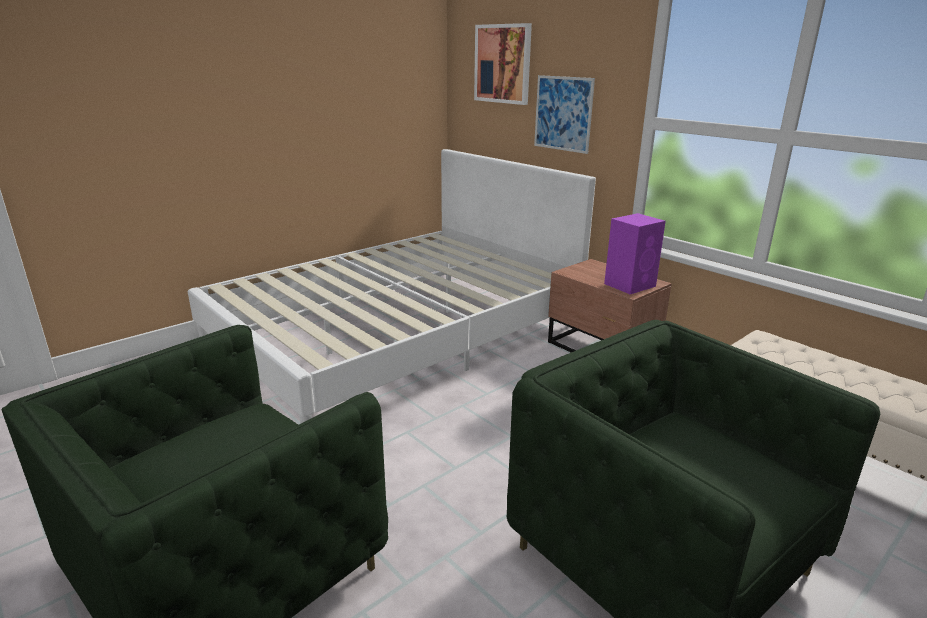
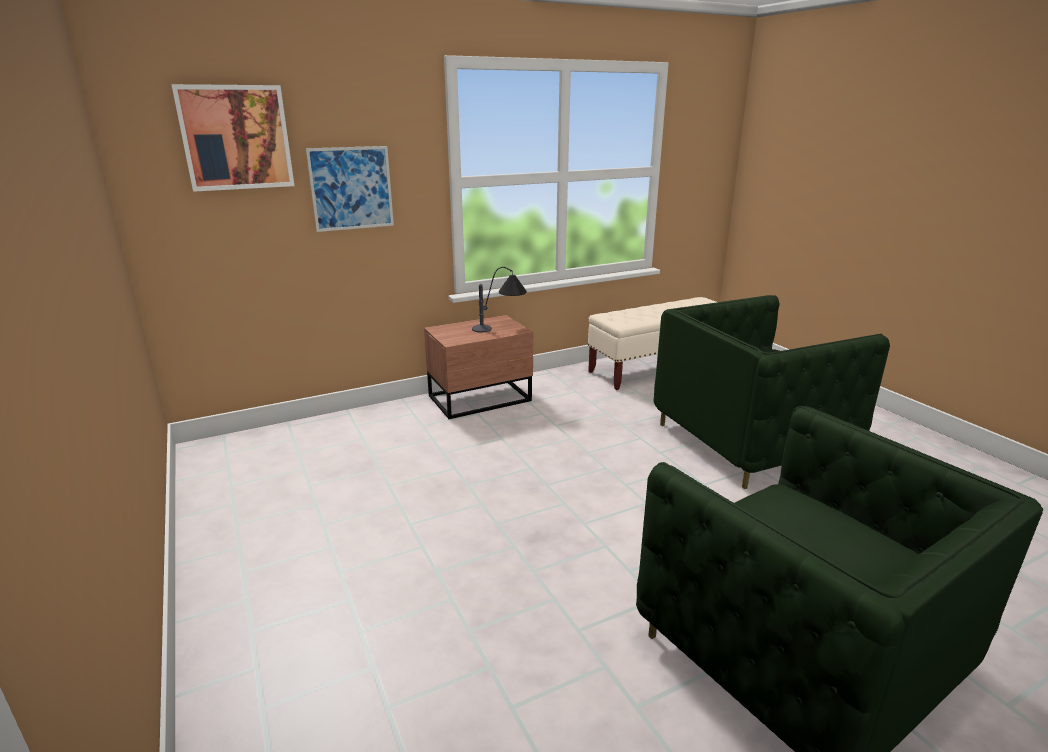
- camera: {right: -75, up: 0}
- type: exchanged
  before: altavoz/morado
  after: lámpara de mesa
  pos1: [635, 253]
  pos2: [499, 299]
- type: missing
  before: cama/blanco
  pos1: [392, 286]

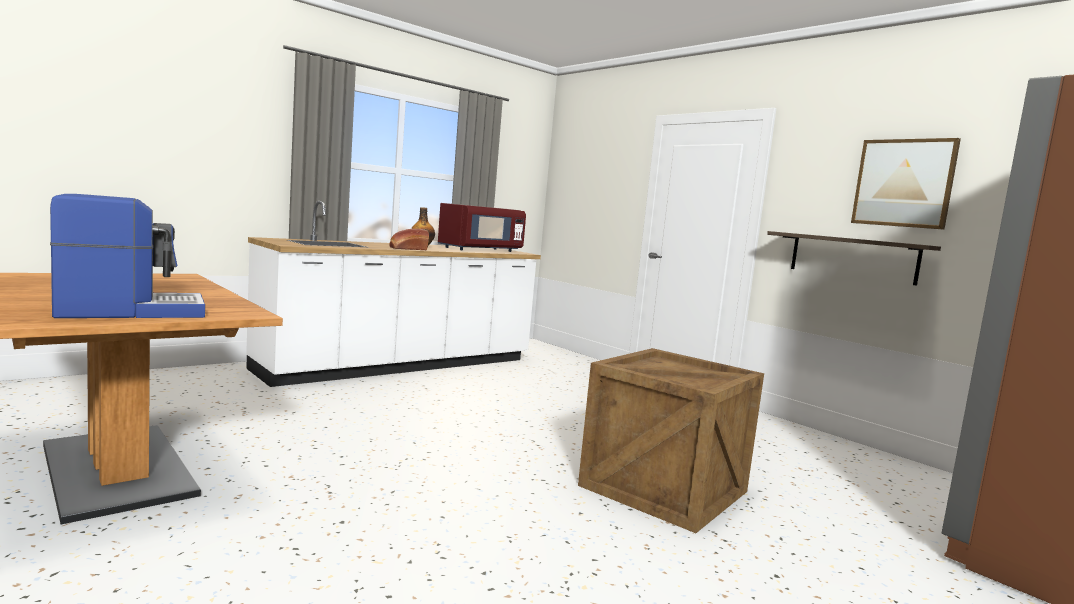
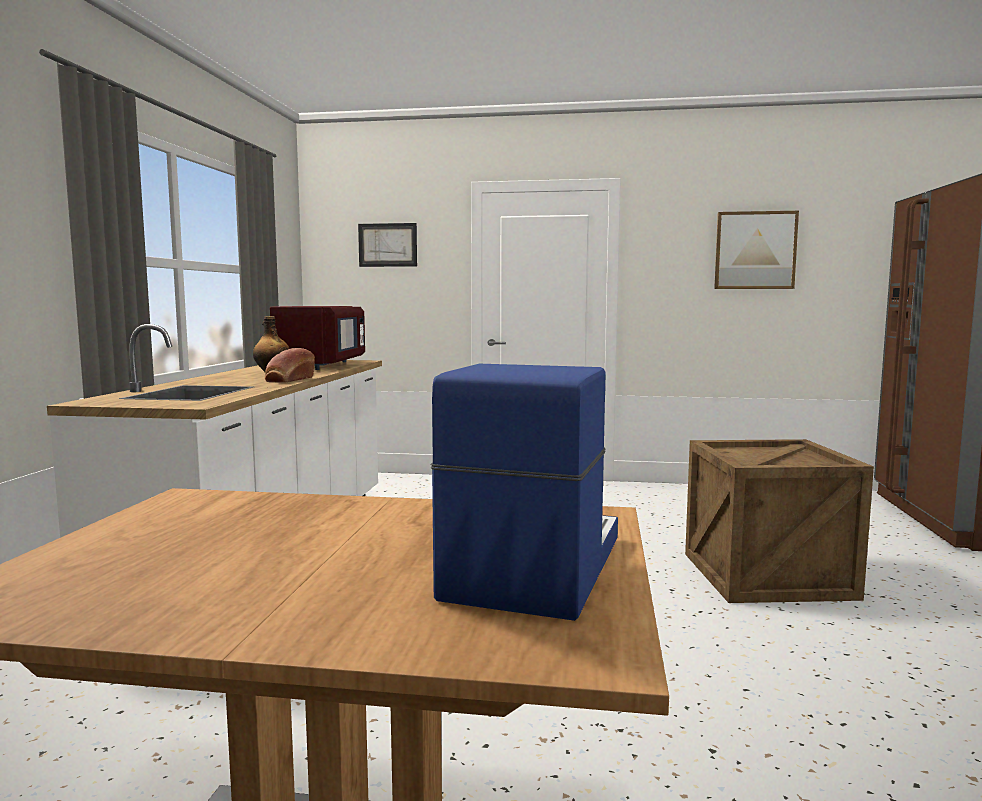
- camera: {right: -40, up: 0}
- type: appeared
  after: cuadro
  pos2: [387, 245]
- type: missing
  before: estante
  pos1: [854, 258]

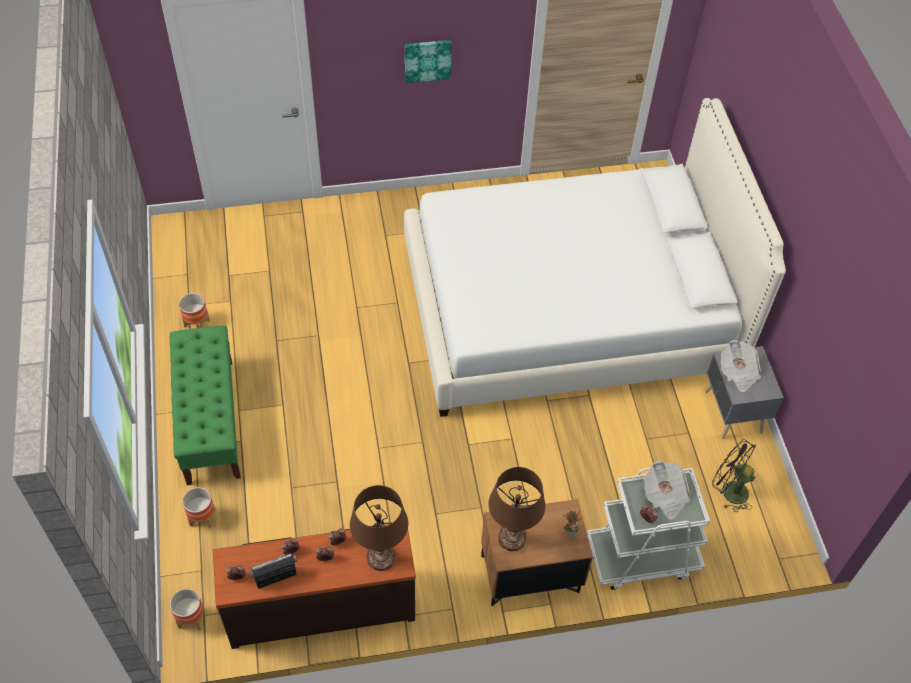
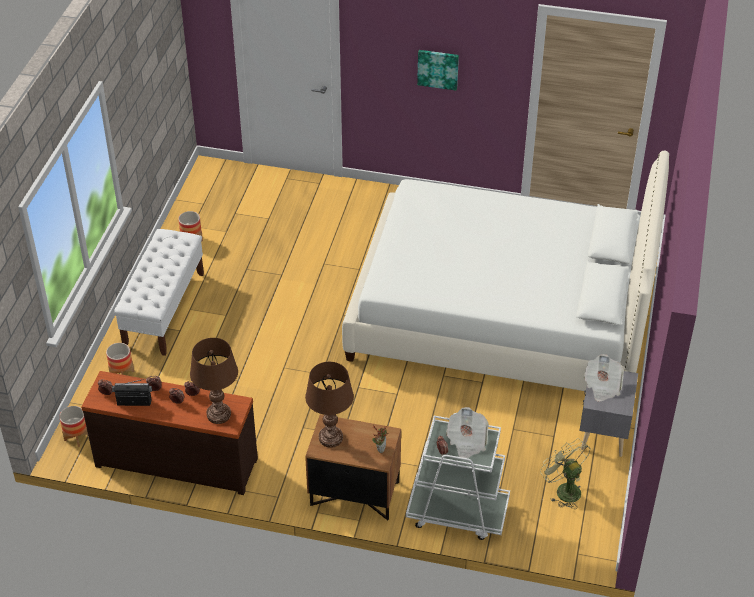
- camera: {right: 25, up: -10}
- type: colour
  before: banco/verde
  after: banco/blanco
  pos1: [205, 406]
  pos2: [159, 292]
- type: colour
  before: ventilador/negro
  after: ventilador/verde
  pos1: [734, 475]
  pos2: [565, 473]

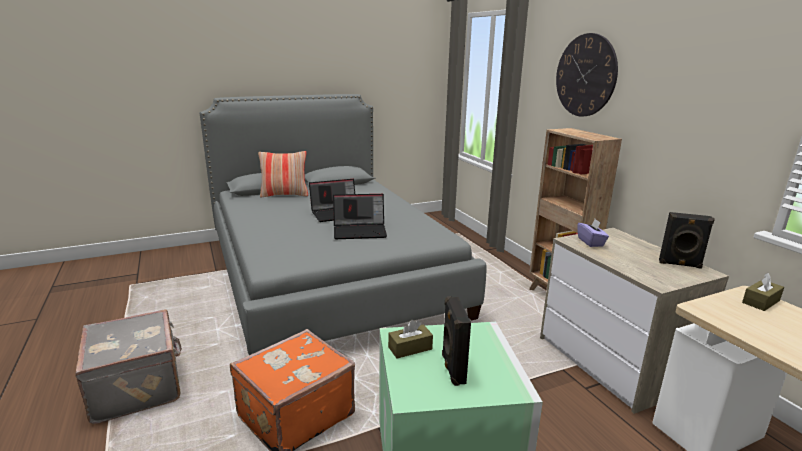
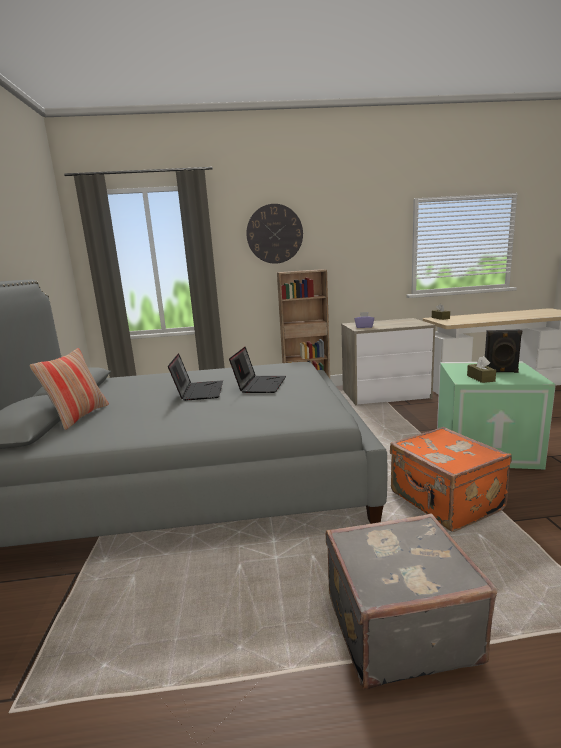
- camera: {right: -70, up: -5}
- type: missing
  before: altavoz/negro
  pos1: [687, 240]

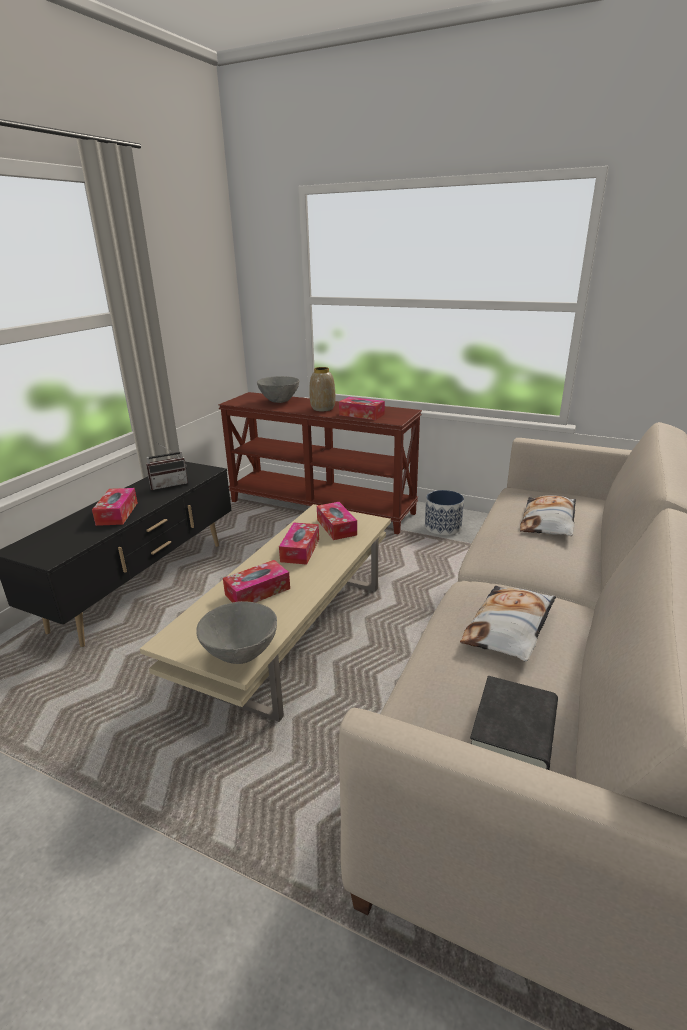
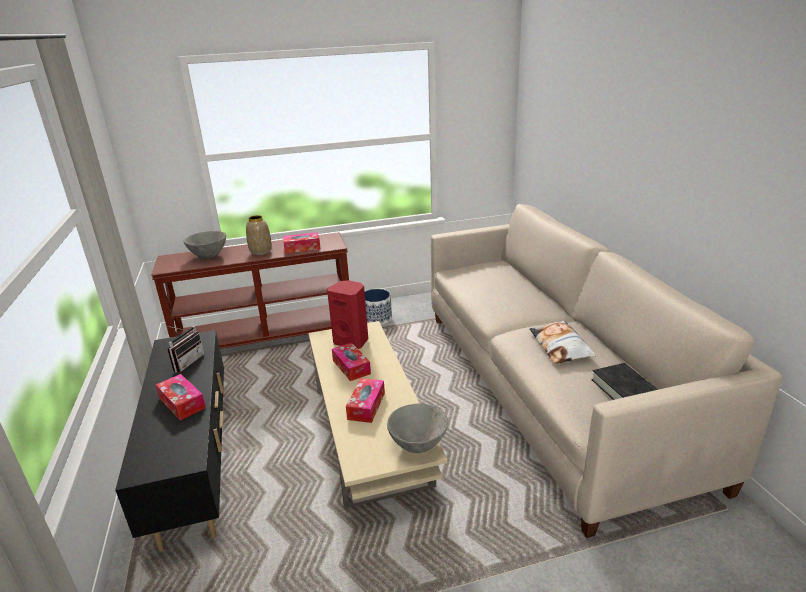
- camera: {right: -40, up: 0}
- type: exchanged
  before: caja de pañuelos
  after: altavoz/rojo
  pos1: [337, 521]
  pos2: [347, 314]
- type: missing
  before: cojín
  pos1: [548, 515]

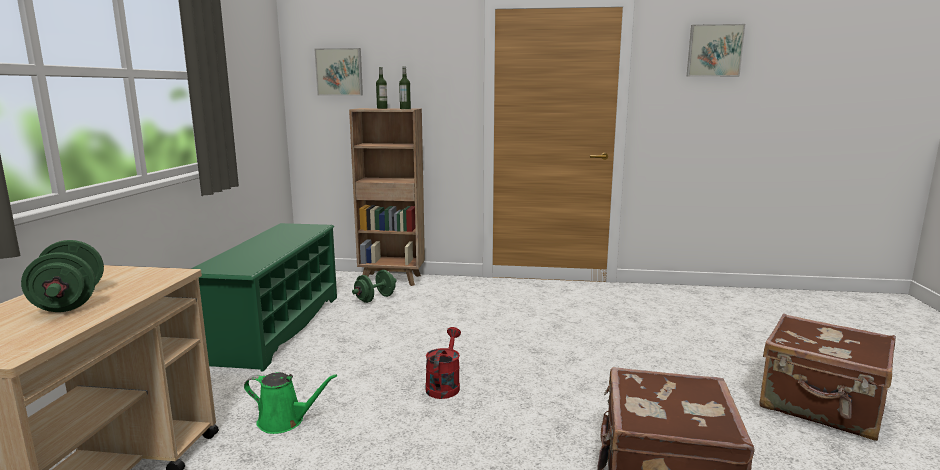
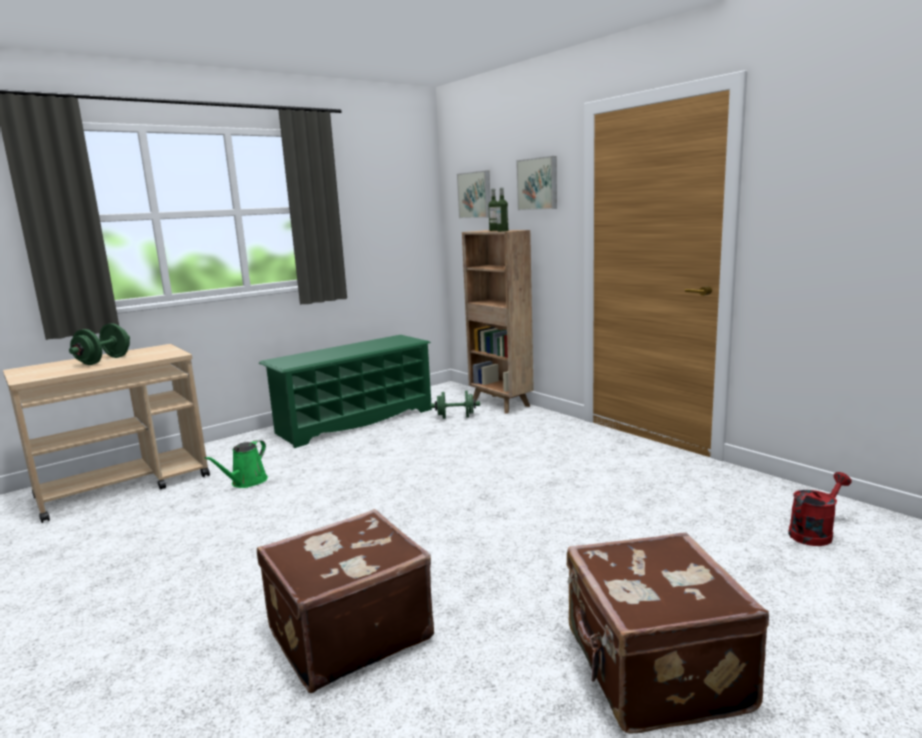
- camera: {right: 45, up: 0}
- type: spun
  before: regadera/verde
  pos1: [290, 403]
  pos2: [236, 464]
  turn: 60
- type: relocated
  before: cuadro
  pos1: [716, 50]
  pos2: [536, 183]
- type: relocated
  before: regadera/rojo
  pos1: [443, 363]
  pos2: [820, 509]

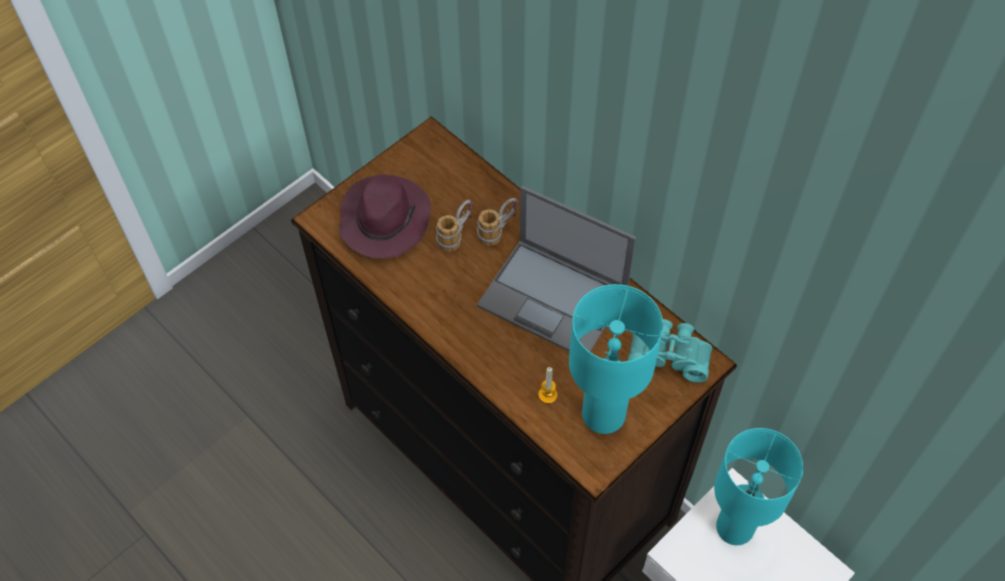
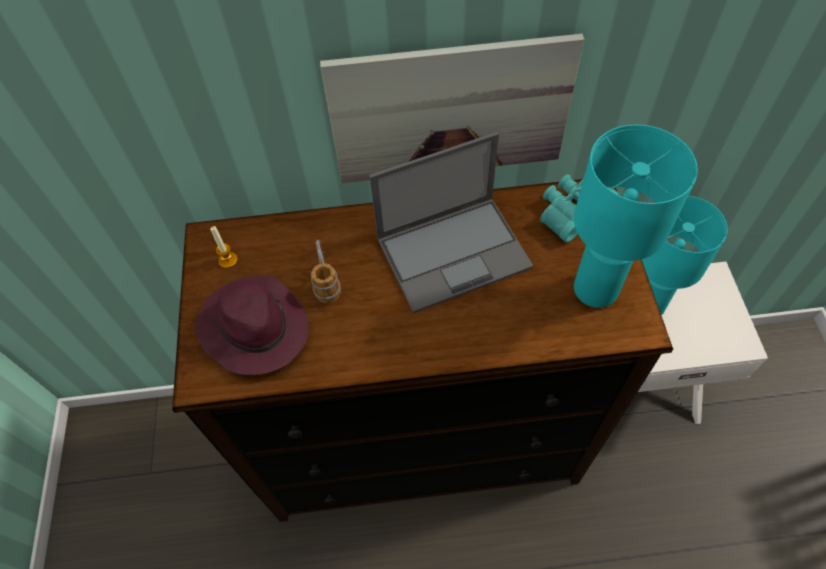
- camera: {right: -50, up: 0}
- type: relocated
  before: vela
  pos1: [548, 385]
  pos2: [224, 247]
- type: appeared
  after: cuadro
  pos2: [452, 108]
- type: missing
  before: taza grande
  pos1: [497, 222]

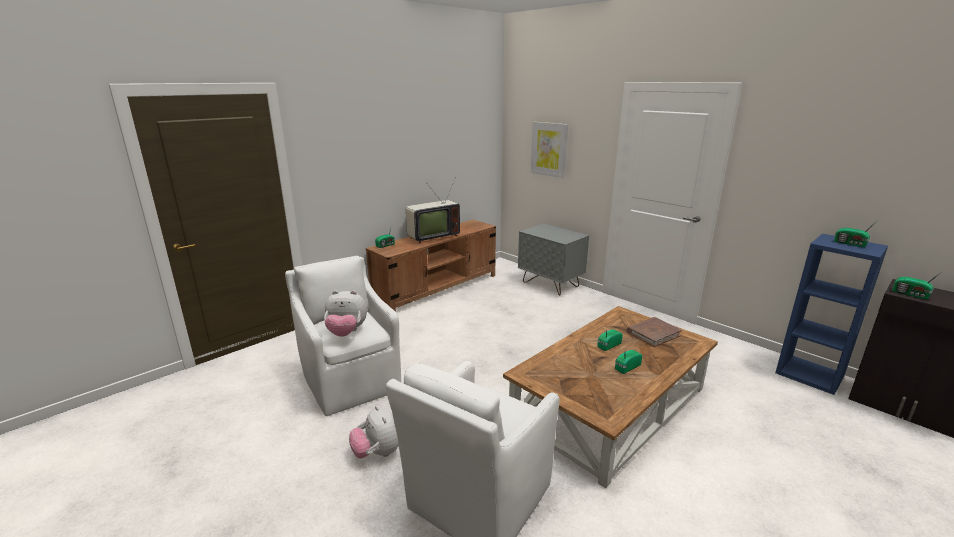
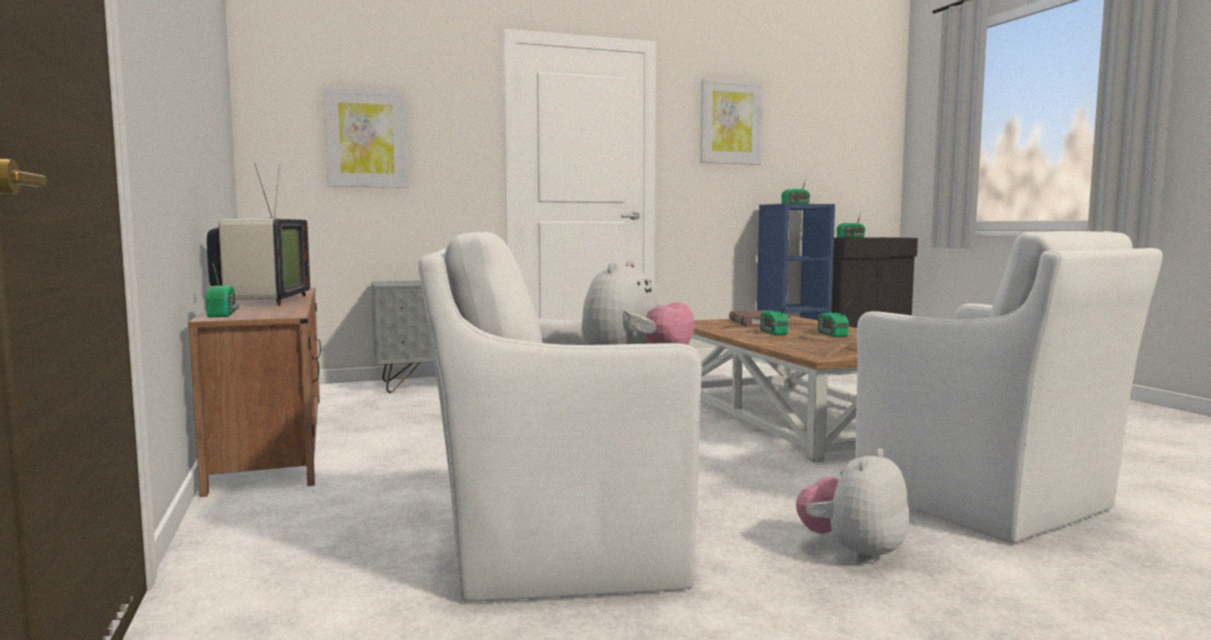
- camera: {right: -65, up: -15}
- type: appeared
  after: cuadro
  pos2: [731, 121]
- type: spun
  before: peluche
  pos1: [374, 432]
  pos2: [852, 505]
  turn: 135

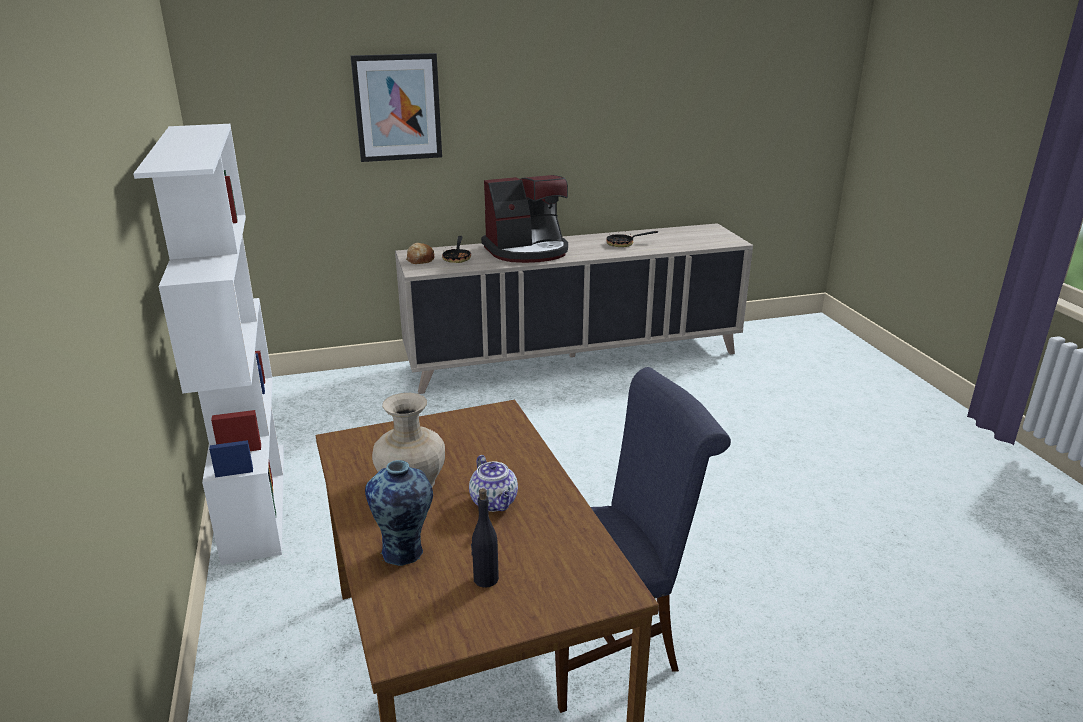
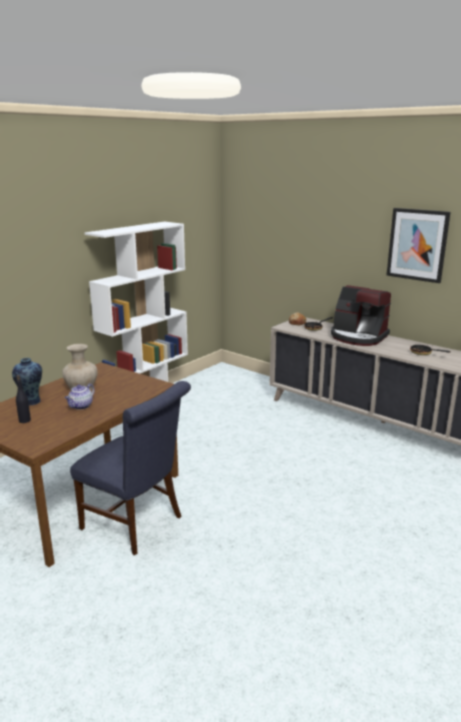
- camera: {right: 55, up: -5}
- type: relocated
  before: cuadro
  pos1: [396, 107]
  pos2: [418, 245]

